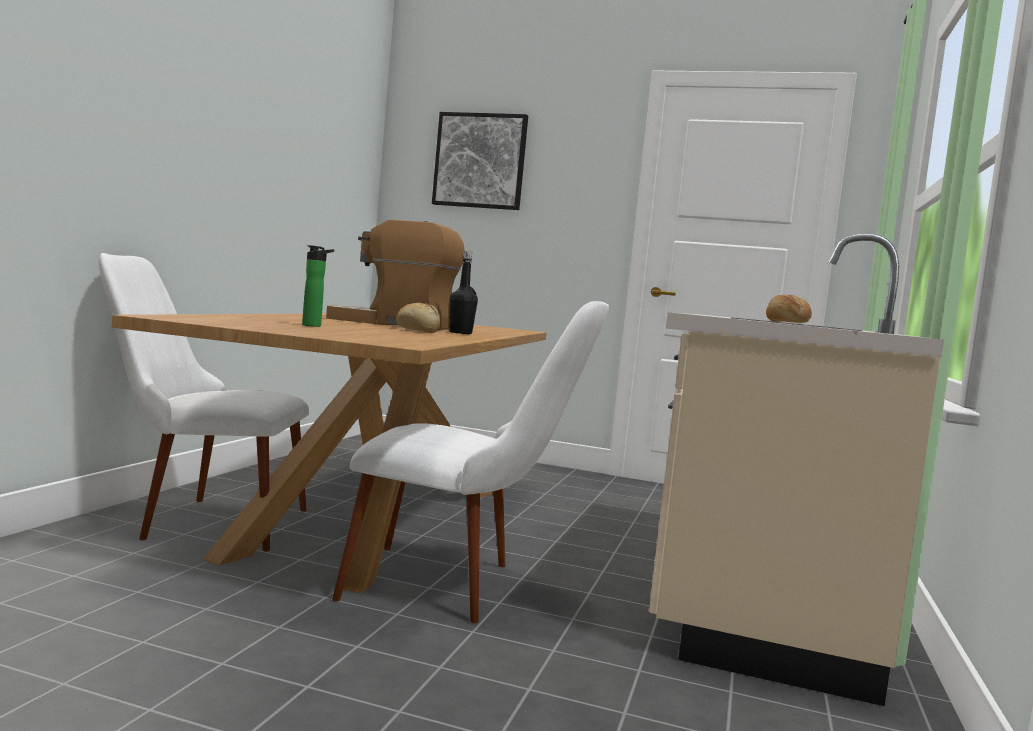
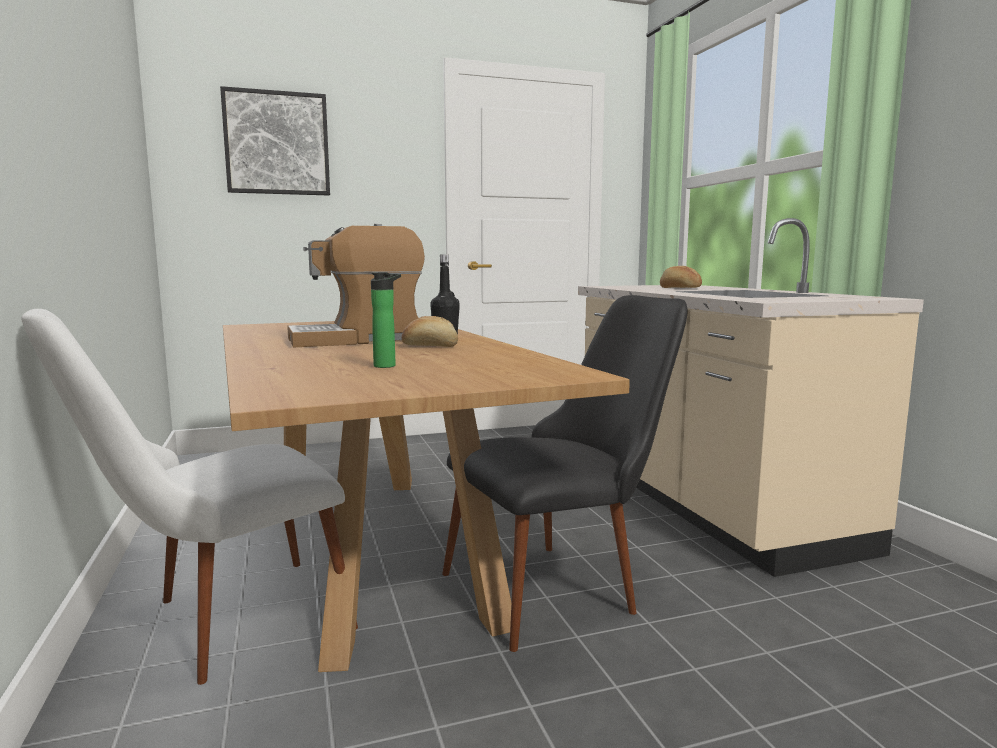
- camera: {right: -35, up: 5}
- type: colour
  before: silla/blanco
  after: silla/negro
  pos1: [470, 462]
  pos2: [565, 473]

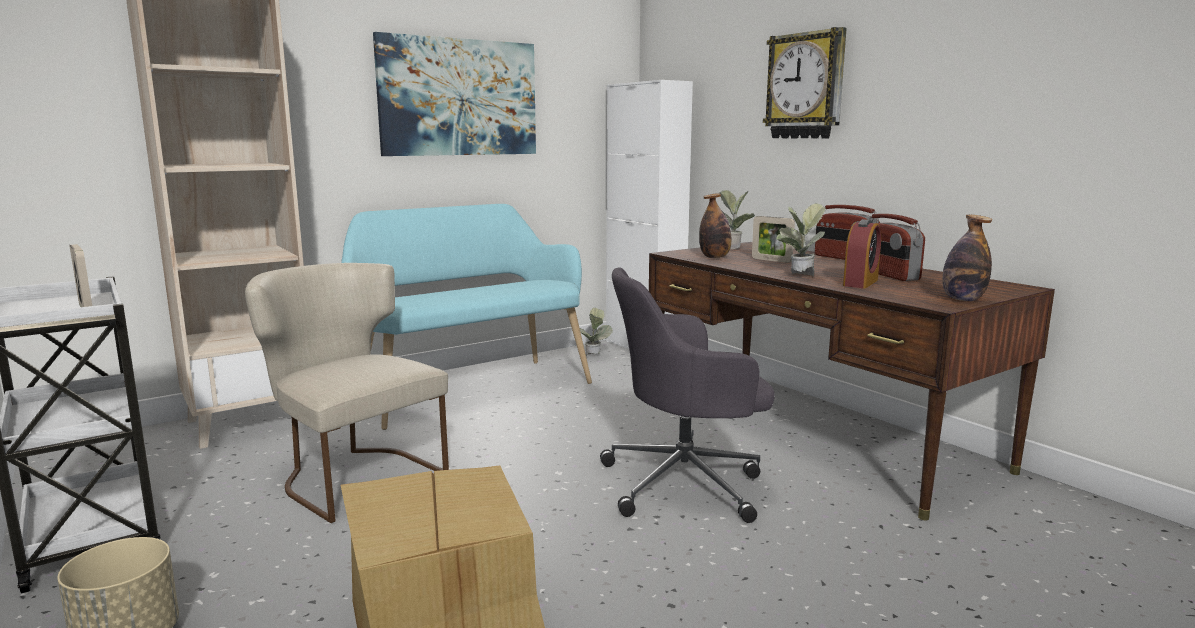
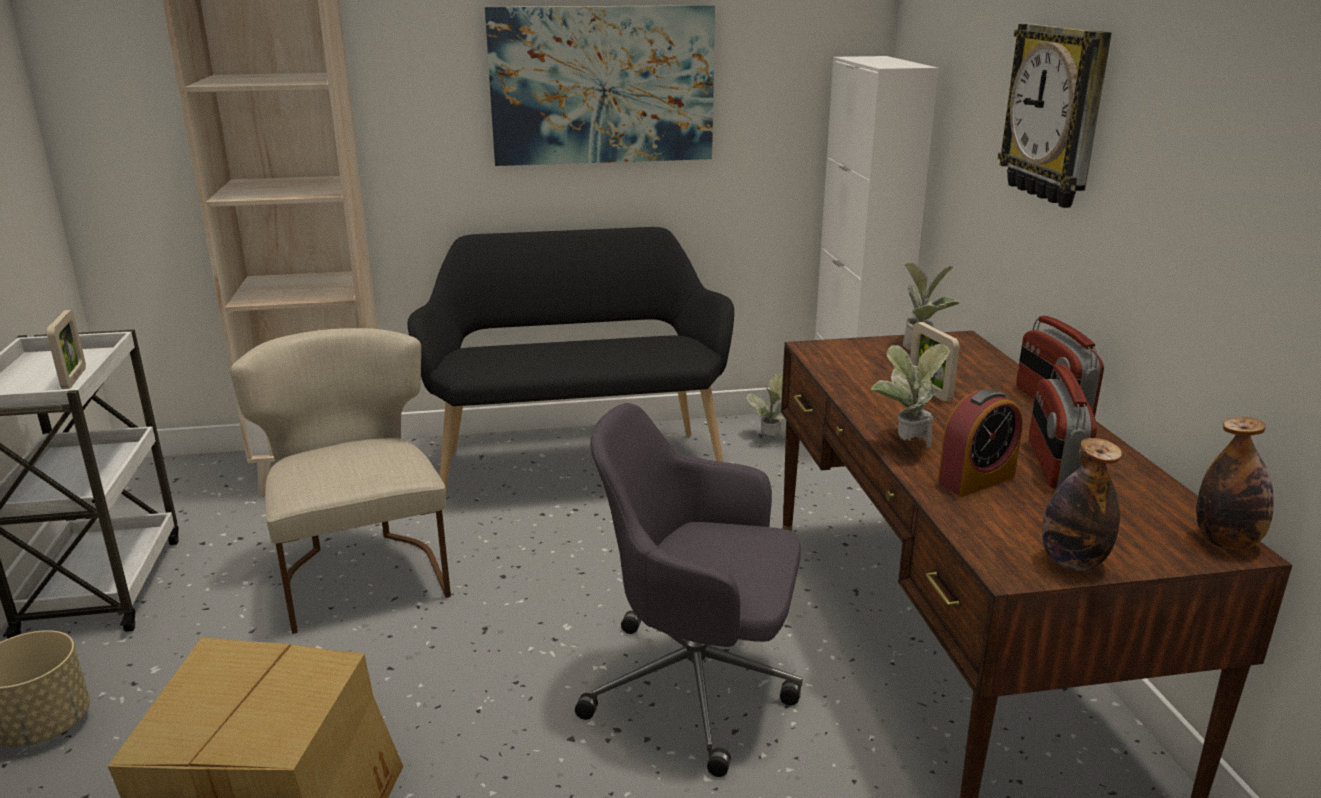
- camera: {right: 25, up: 10}
- type: colour
  before: banco/turquesa
  after: banco/negro
  pos1: [466, 317]
  pos2: [570, 368]
- type: relocated
  before: botella
  pos1: [715, 225]
  pos2: [1235, 483]

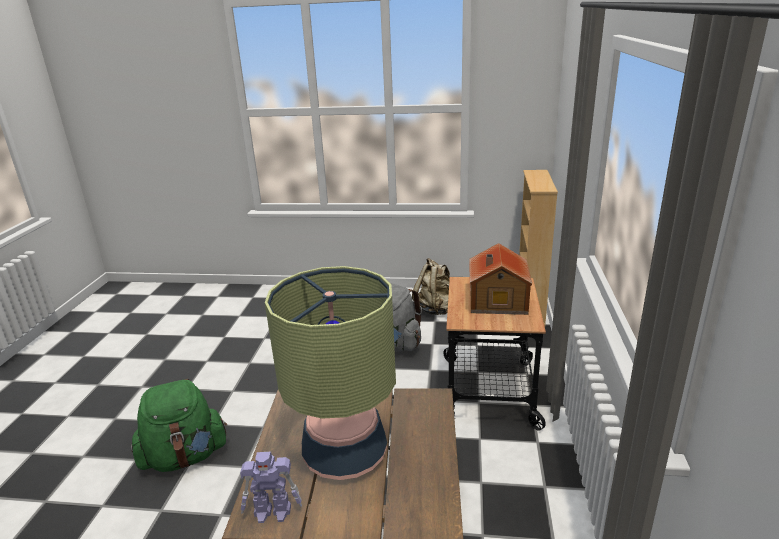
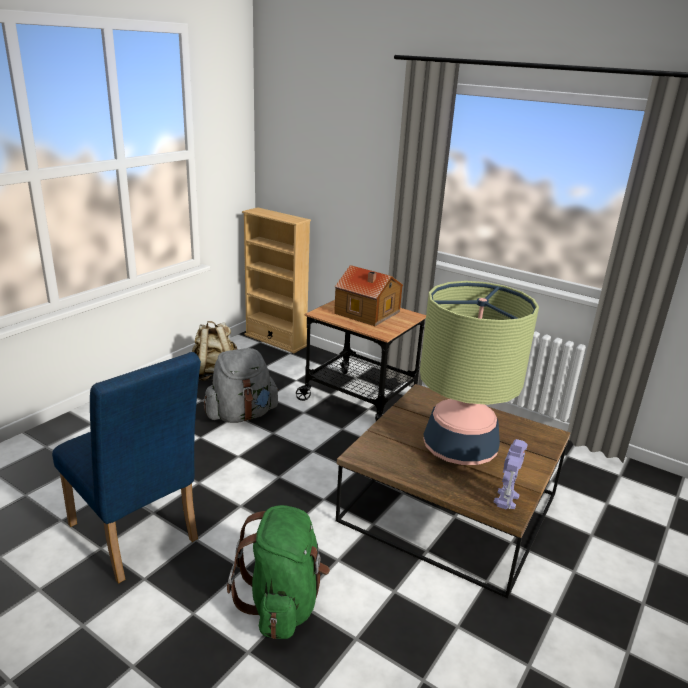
- camera: {right: -65, up: 0}
- type: appeared
  after: silla/azul
  pos2: [126, 468]

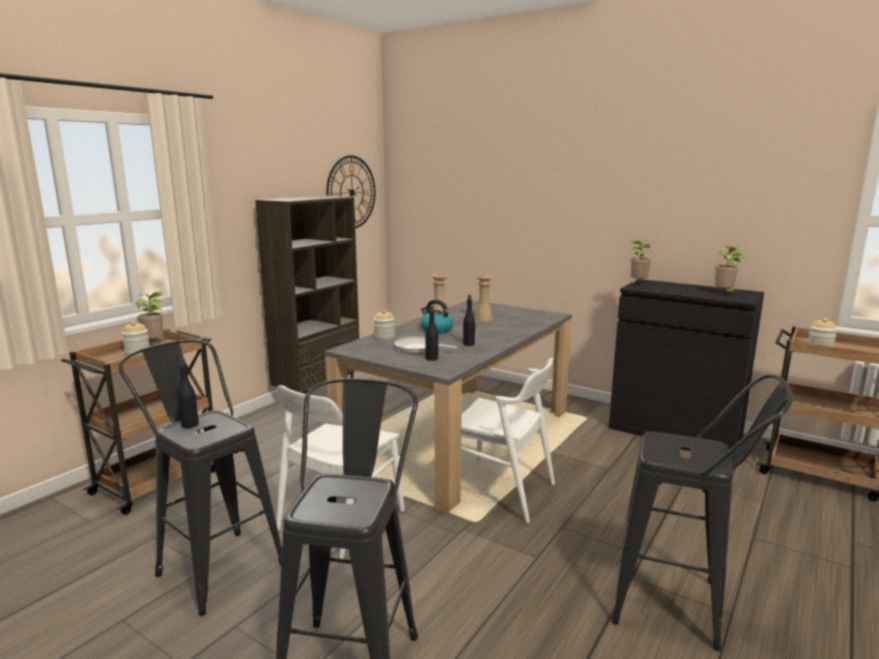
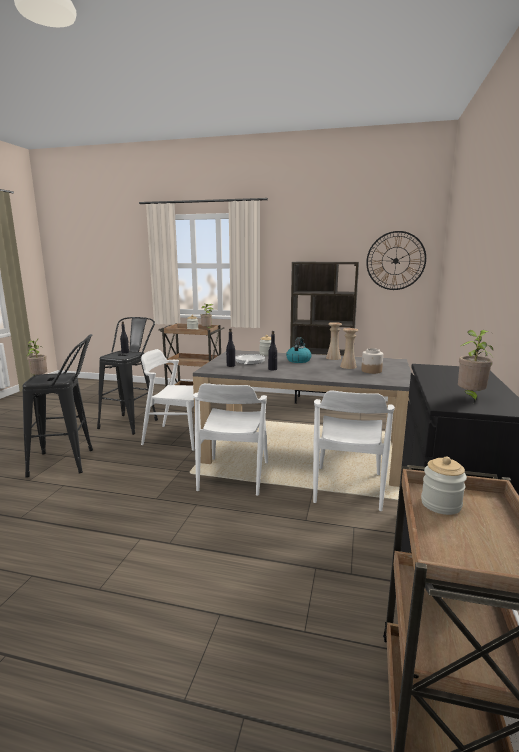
- camera: {right: 70, up: 0}
- type: relocated
  before: planta en maceta
  pos1: [641, 261]
  pos2: [37, 358]
- type: appeared
  after: silla/blanco
  pos2: [354, 450]
- type: appeared
  after: tarro
  pos2: [372, 361]
- type: missing
  before: taburete/negro
  pos1: [702, 512]

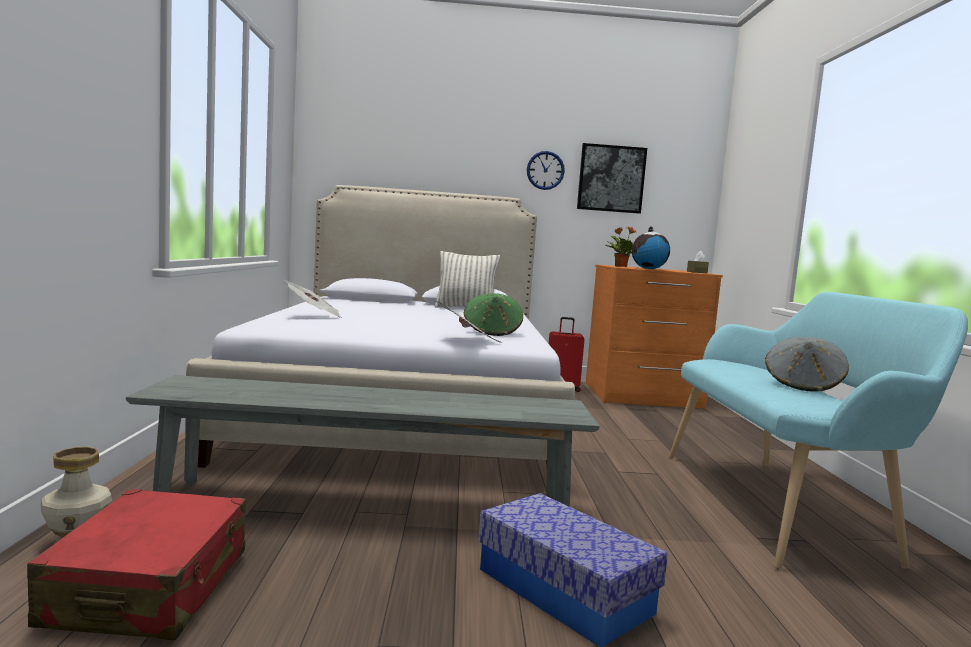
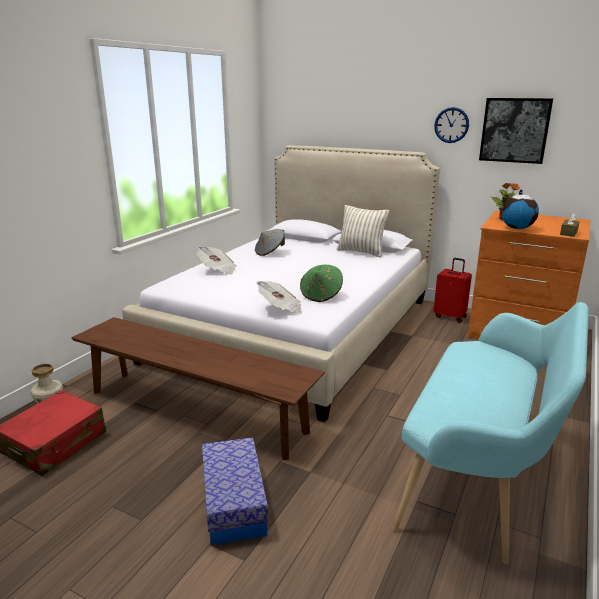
- camera: {right: 30, up: 15}
- type: colour
  before: banco/gris
  after: banco/marrón
  pos1: [363, 441]
  pos2: [198, 388]
- type: relocated
  before: sombrero/gris
  pos1: [807, 364]
  pos2: [270, 242]

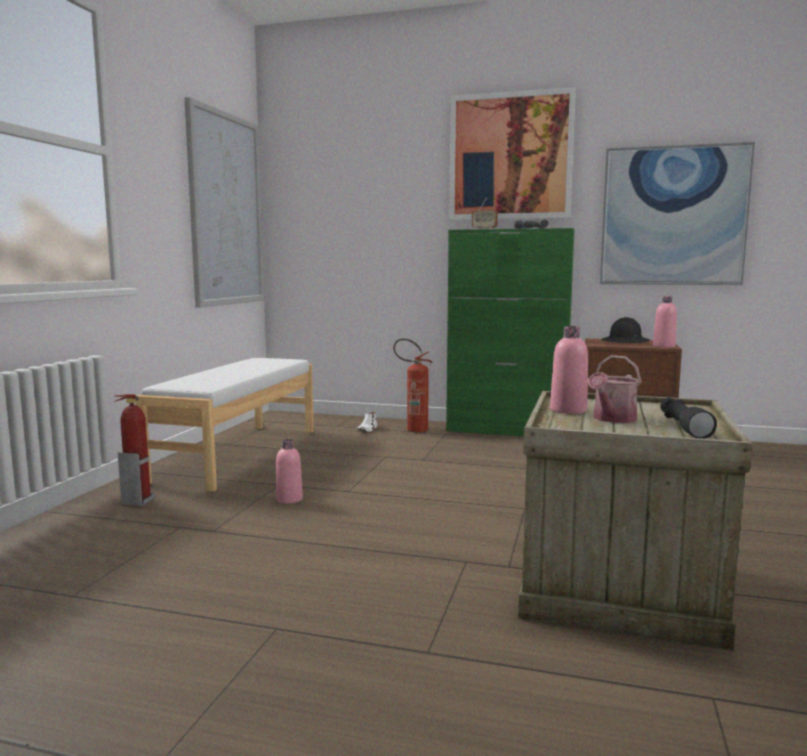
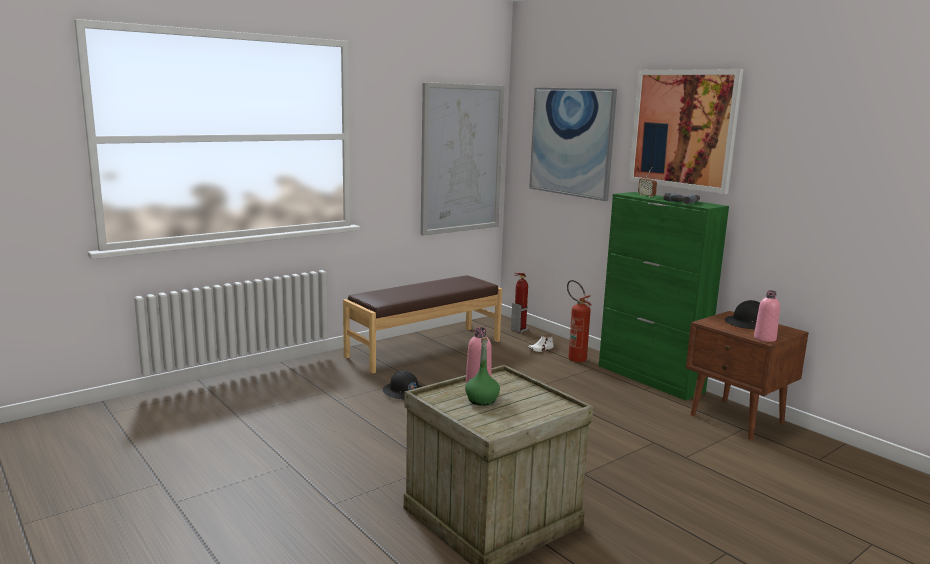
- camera: {right: 35, up: 5}
- type: colour
  before: banco/blanco
  after: banco/marrón
  pos1: [224, 425]
  pos2: [422, 324]
- type: exchanged
  before: botella/rosa
  after: casco/negro
  pos1: [289, 471]
  pos2: [403, 385]
- type: exchanged
  before: regadera
  after: botella/verde
  pos1: [615, 389]
  pos2: [482, 371]
- type: relocated
  before: extintor
  pos1: [135, 450]
  pos2: [520, 302]
- type: relocated
  before: cuadro
  pos1: [677, 213]
  pos2: [573, 144]
- type: missing
  before: linterna/negro
  pos1: [688, 418]

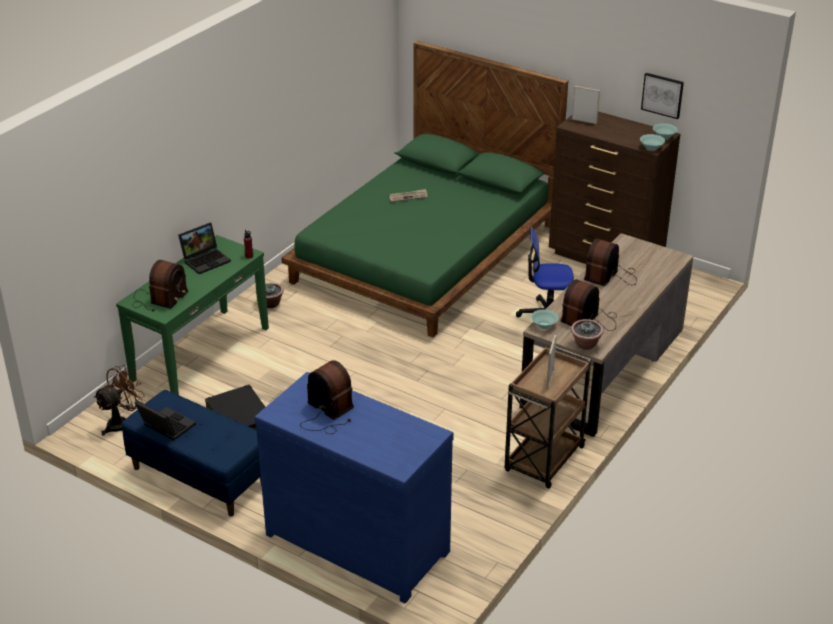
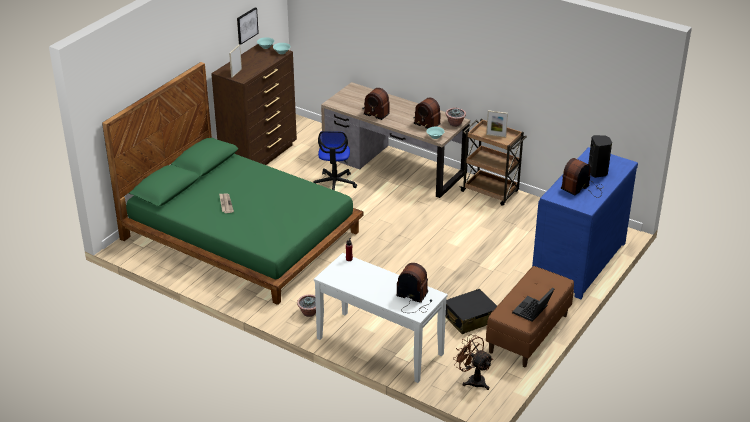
- camera: {right: -90, up: 0}
- type: colour
  before: mesa consola/verde
  after: mesa consola/blanco
  pos1: [192, 315]
  pos2: [381, 318]
- type: colour
  before: banco/azul
  after: banco/marrón
  pos1: [192, 453]
  pos2: [530, 316]
- type: appeared
  after: altavoz/negro
  pos2: [600, 156]
- type: missing
  before: portátil
  pos1: [204, 248]

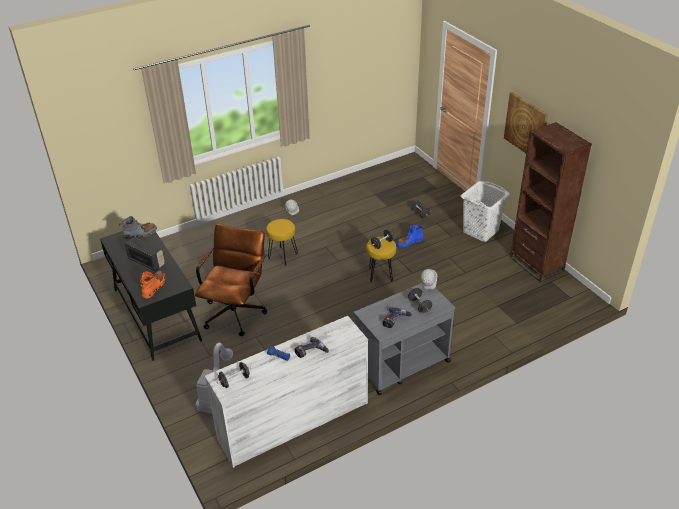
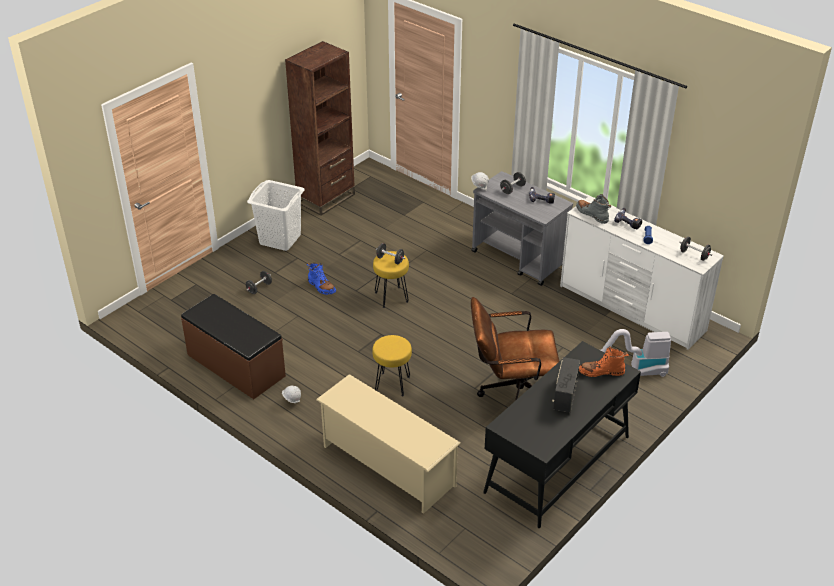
- camera: {right: -110, up: 0}
- type: appeared
  after: banco/marrón
  pos2: [233, 346]
- type: appeared
  after: zapatero/beis
  pos2: [388, 444]
- type: relocated
  before: bota/gris
  pos1: [138, 227]
  pos2: [594, 209]
- type: missing
  before: cuadro
  pos1: [526, 122]

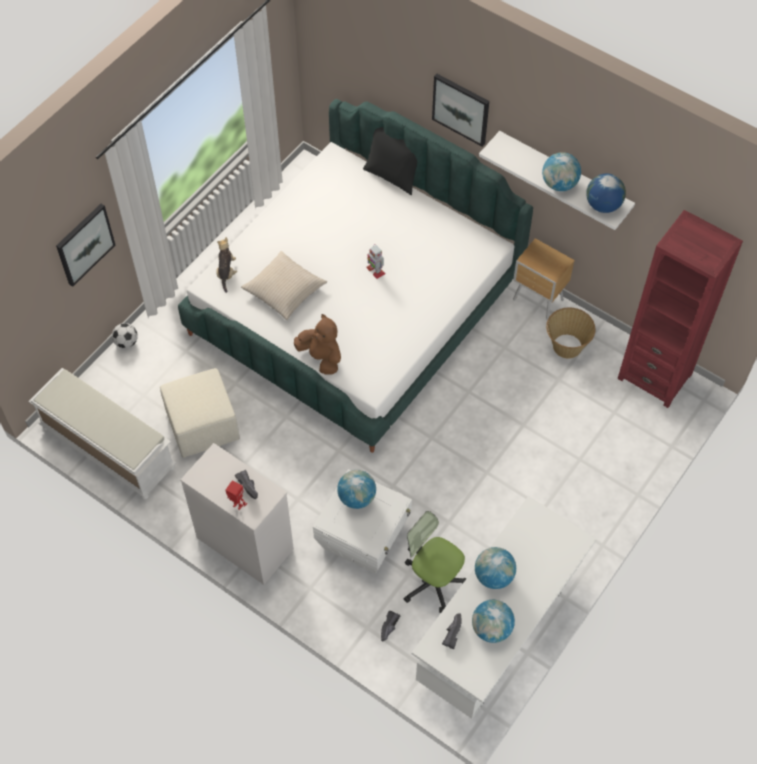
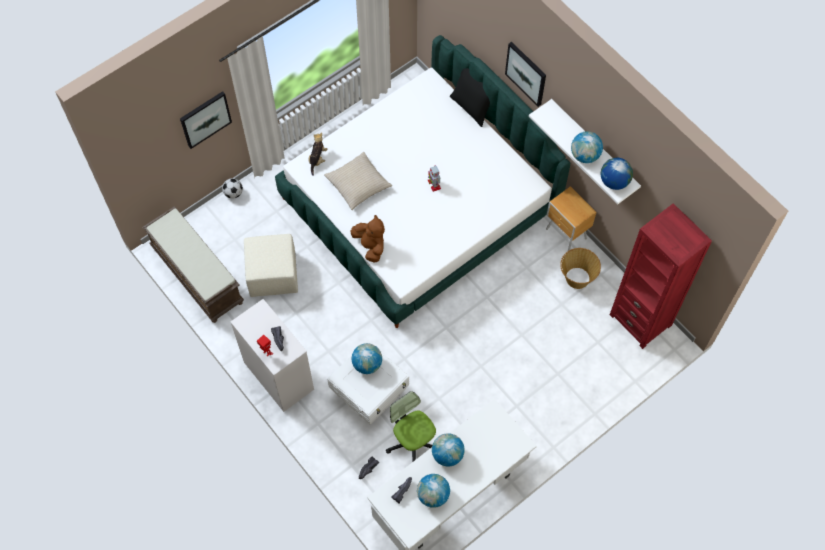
- camera: {right: 15, up: 5}
- type: colour
  before: banco/blanco
  after: banco/marrón
  pos1: [102, 433]
  pos2: [193, 264]

